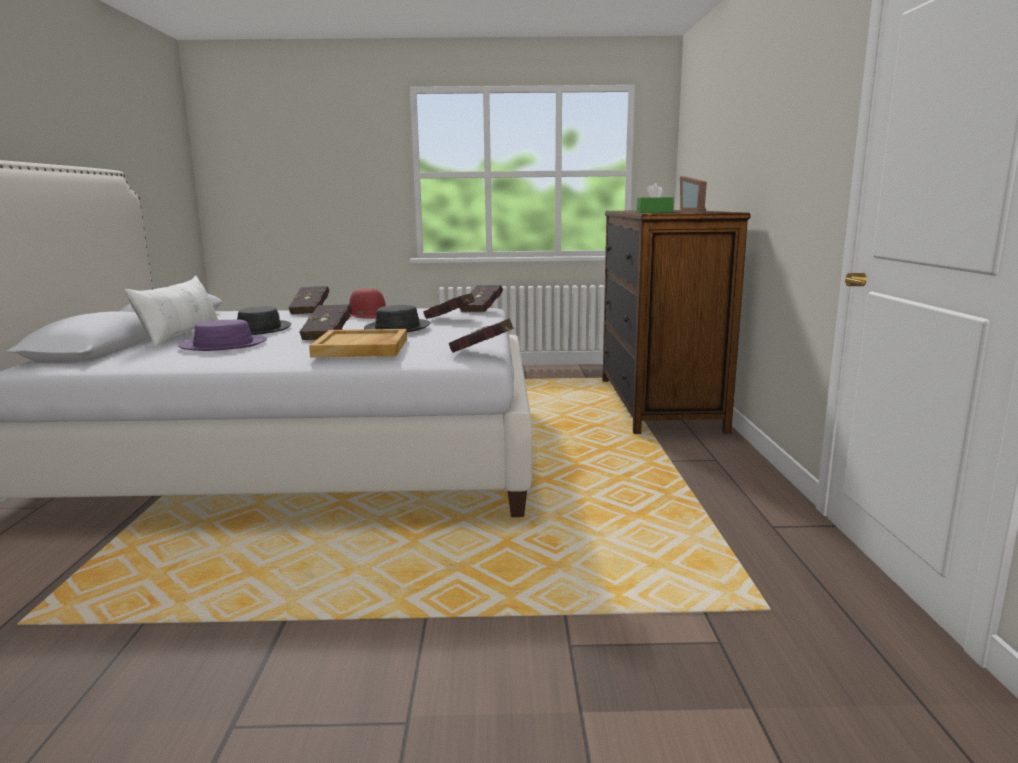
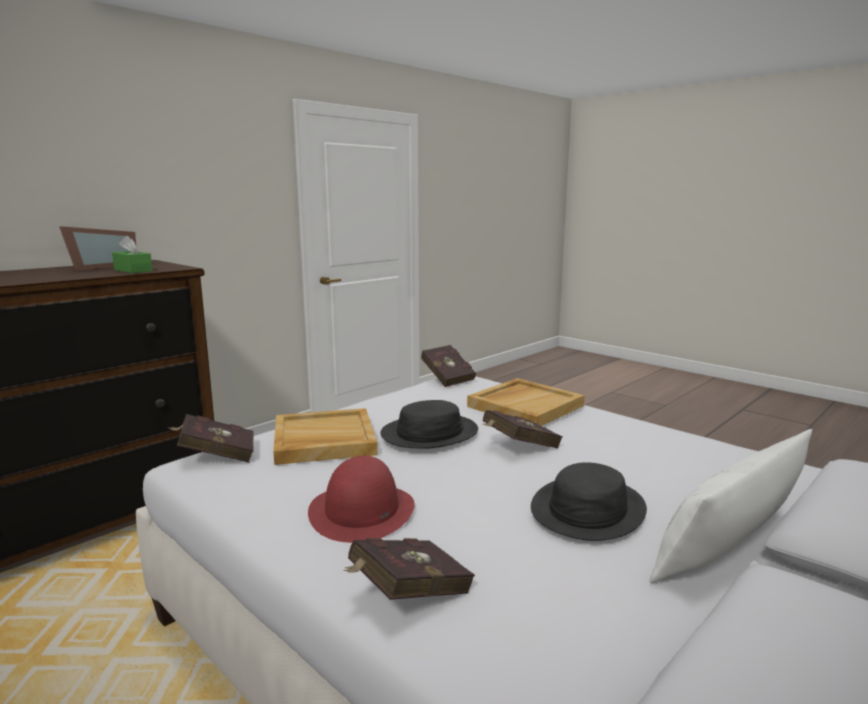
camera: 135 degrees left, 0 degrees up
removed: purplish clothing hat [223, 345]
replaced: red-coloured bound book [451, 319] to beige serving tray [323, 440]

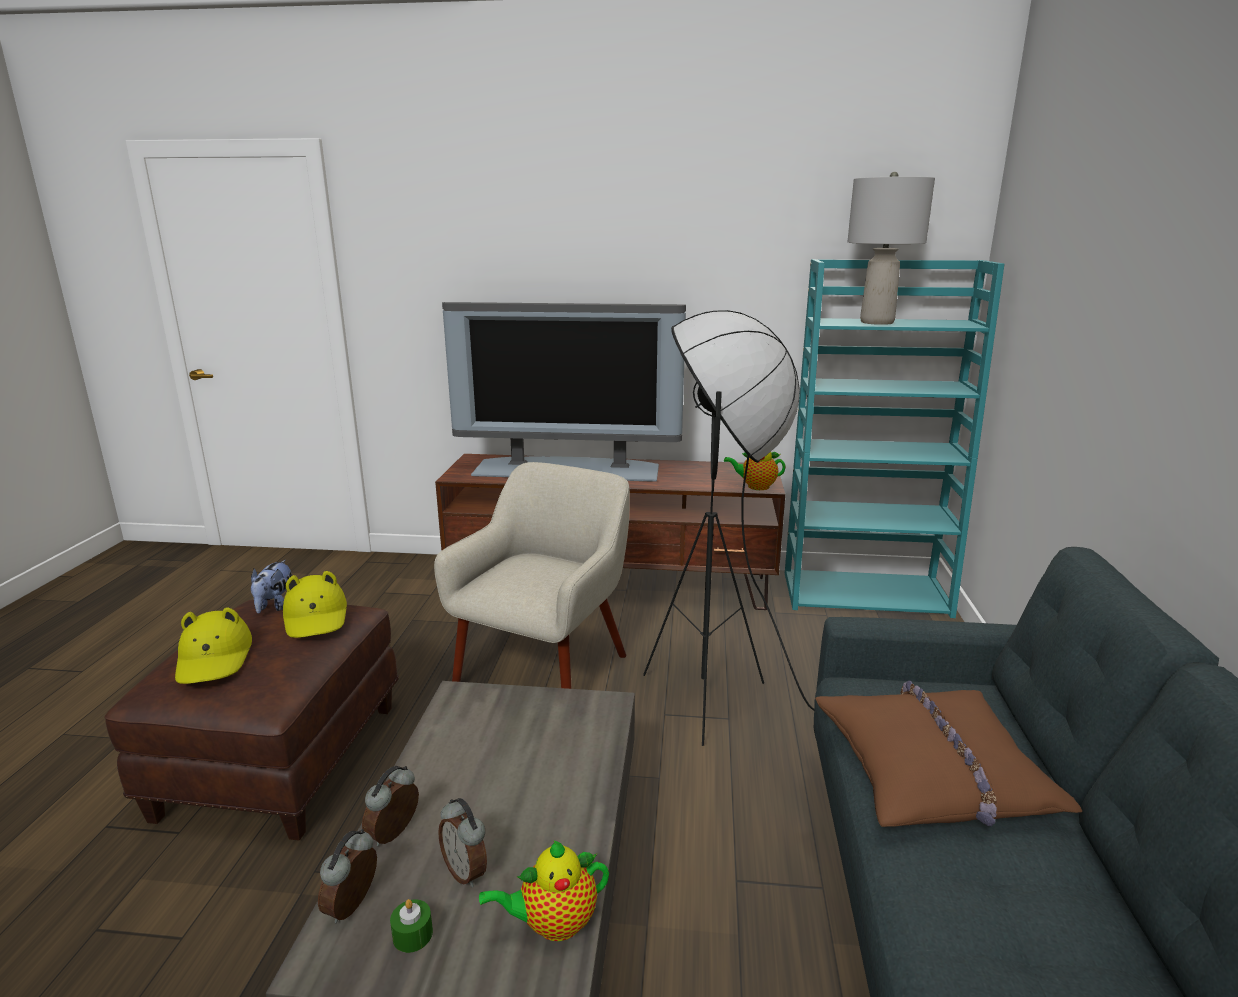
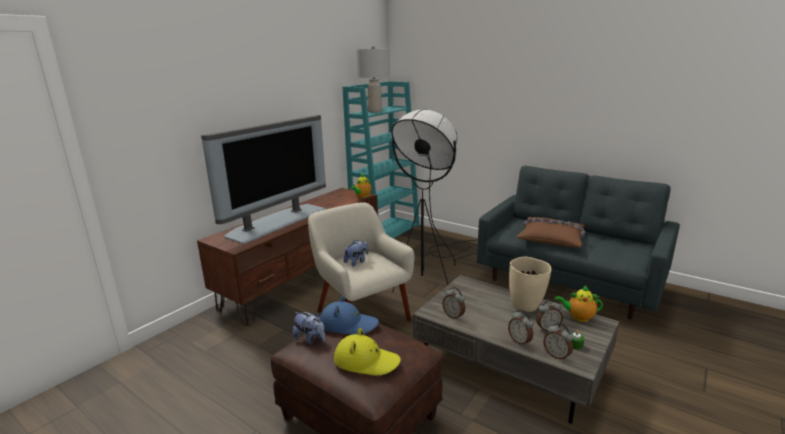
camera: 60 degrees left, 0 degrees up
added: soft toy [356, 262]; table clock [454, 316]; beige vase [526, 306]
recoloured: yellow-coloured clothing hat [316, 617] to blue-coloured clothing hat [348, 324]
turned: tea pot [553, 924] = [578, 317] 90 degrees clockwise

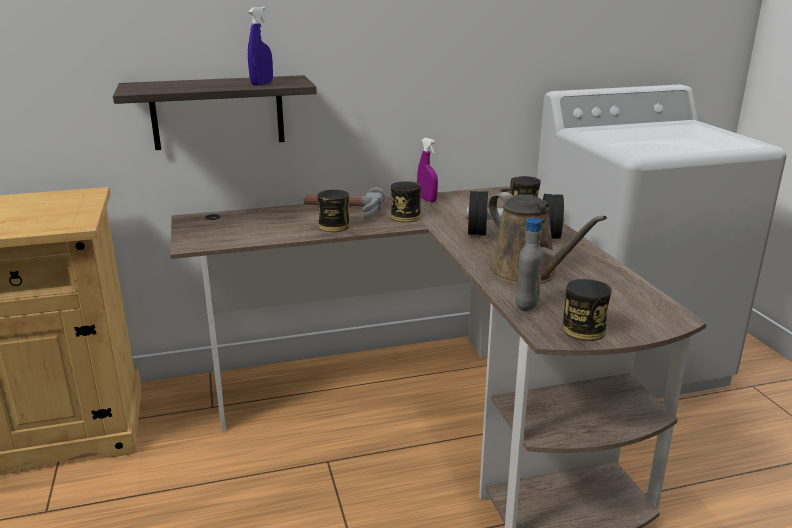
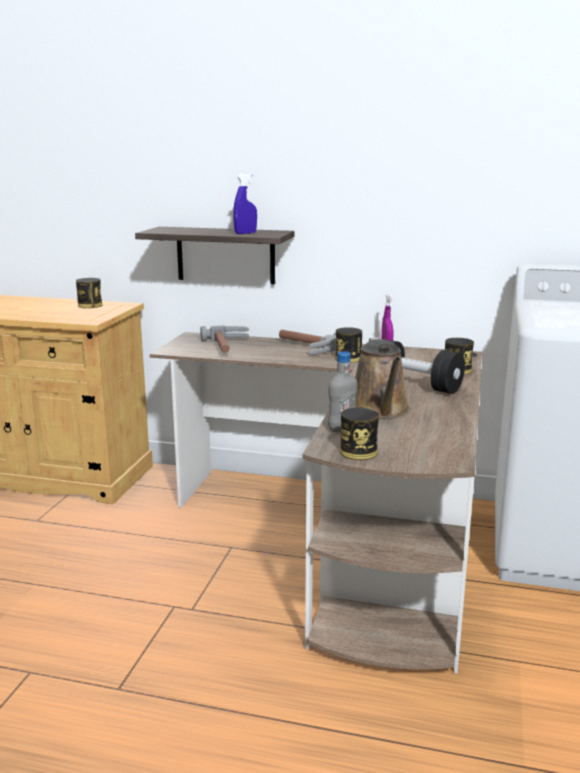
camera: 30 degrees right, 5 degrees down
added: tool hammer [228, 346]
moved: metal can [334, 226] to [90, 305]

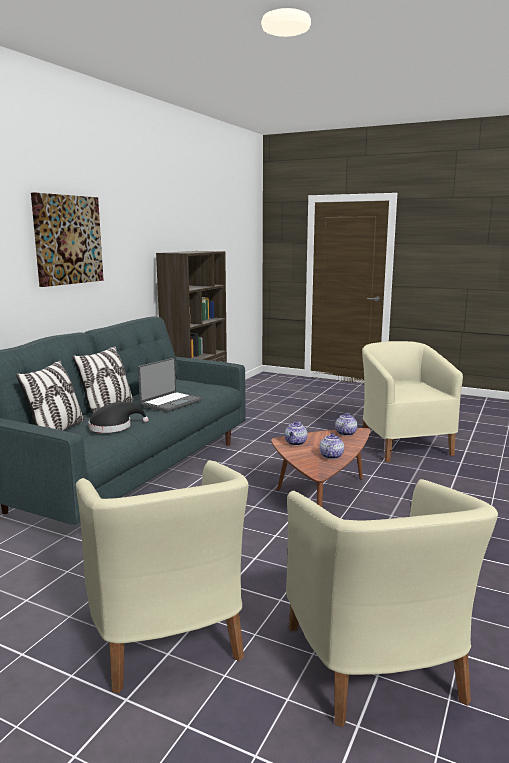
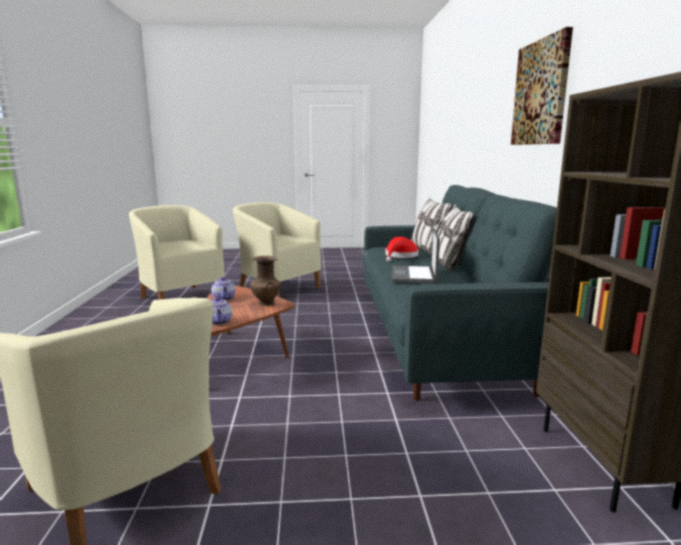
camera: 150 degrees right, 0 degrees up
replaced: tea pot [295, 443] to brown-coloured vase [266, 303]
recoloured: black-coloured clothing hat [114, 427] to red-coloured clothing hat [400, 256]

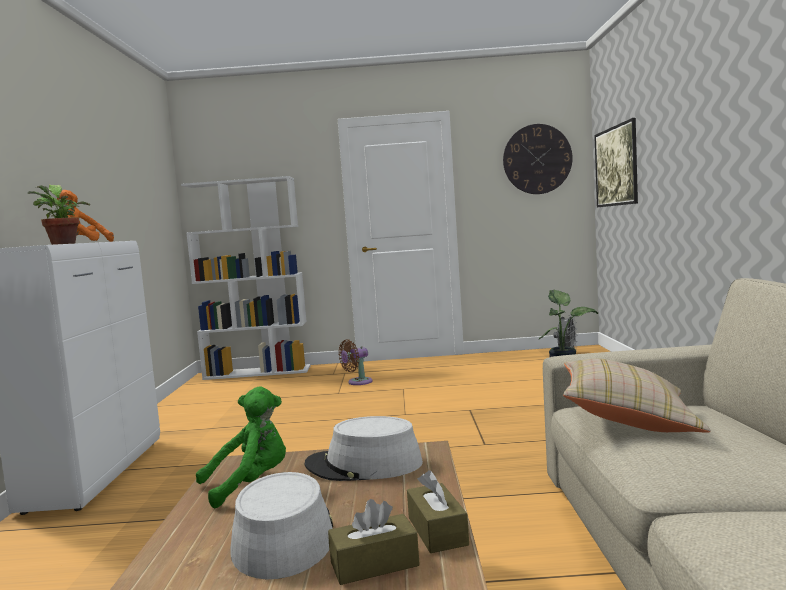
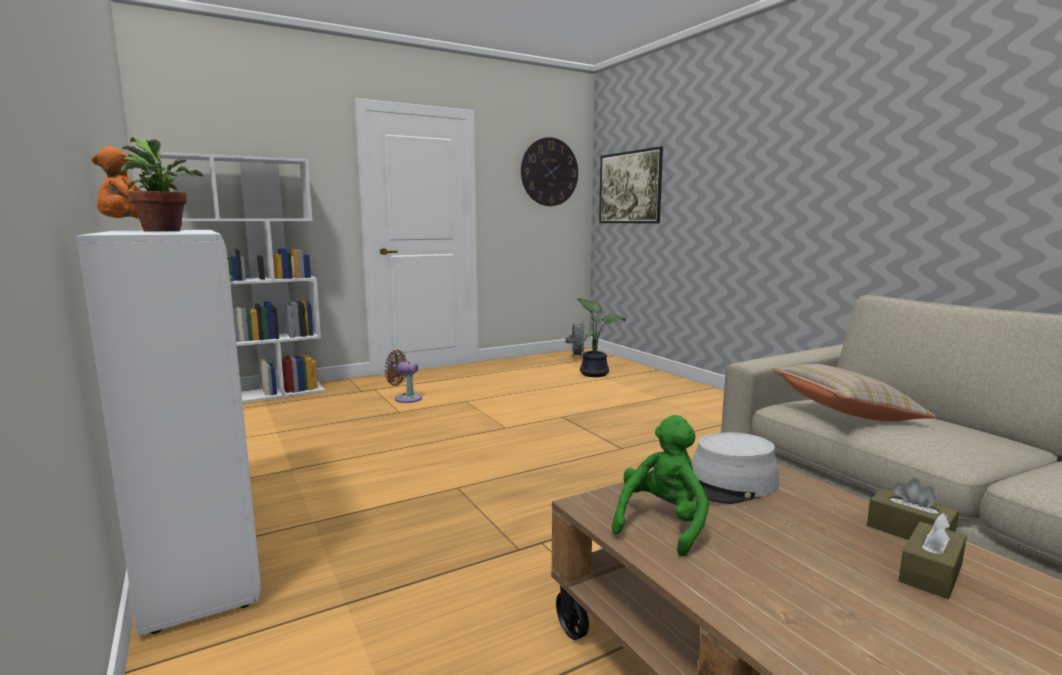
camera: 30 degrees left, 5 degrees up
removed: grey clothing hat [283, 536]
turned: brown-coloured fan [357, 382] = [405, 398] 75 degrees clockwise

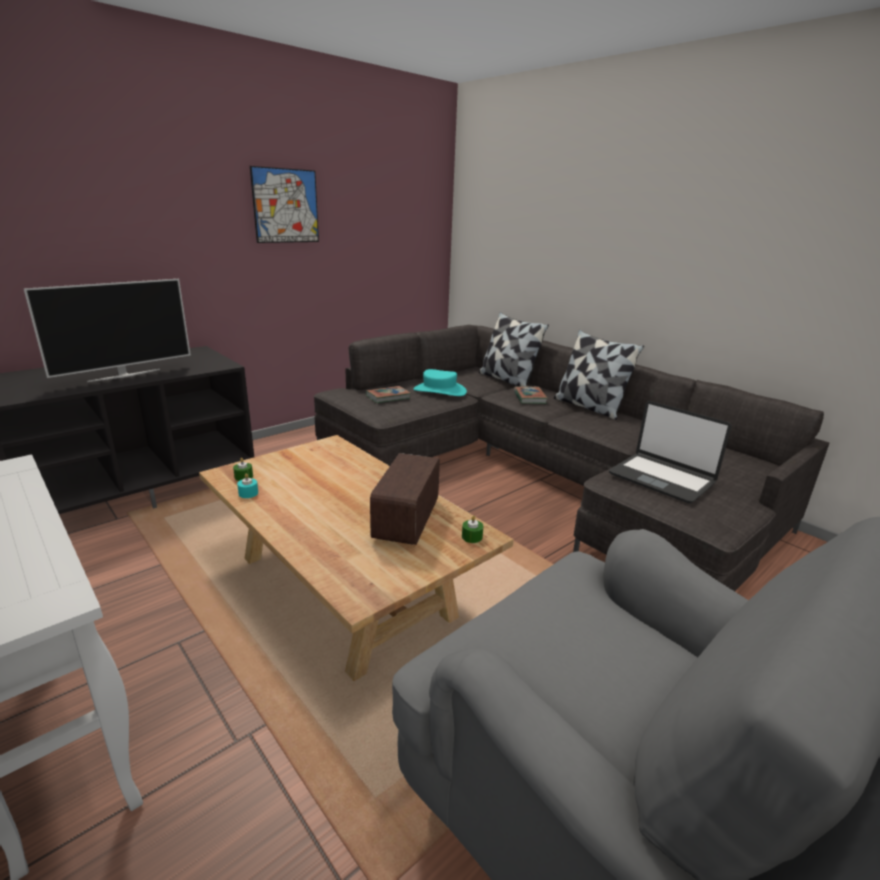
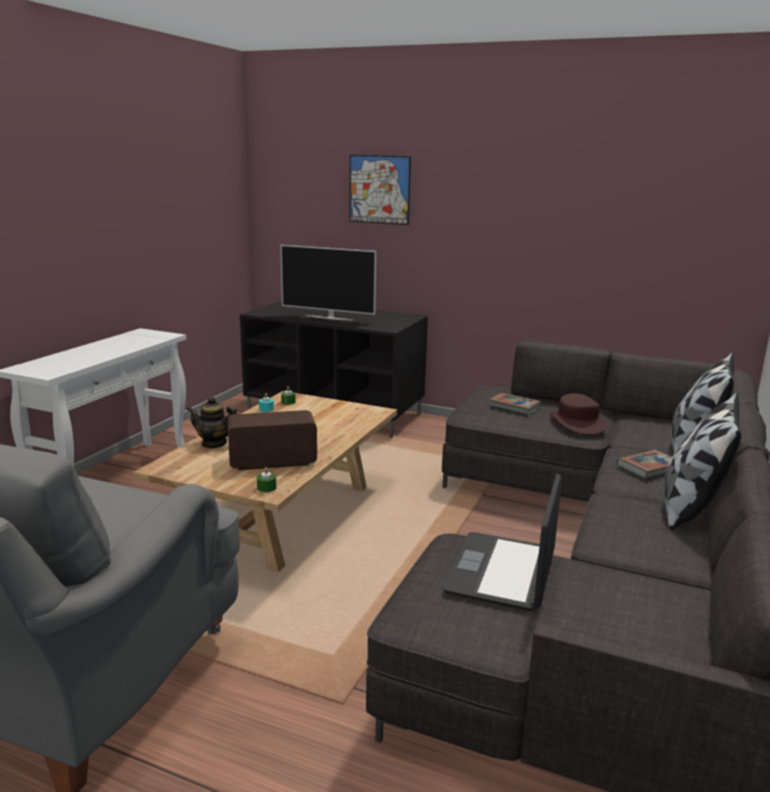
camera: 65 degrees right, 5 degrees down
added: tea pot [214, 443]
moved: wall art [286, 206] to [379, 189]
recoloured: turquoise clothing hat [439, 391] to brown-coloured clothing hat [577, 422]

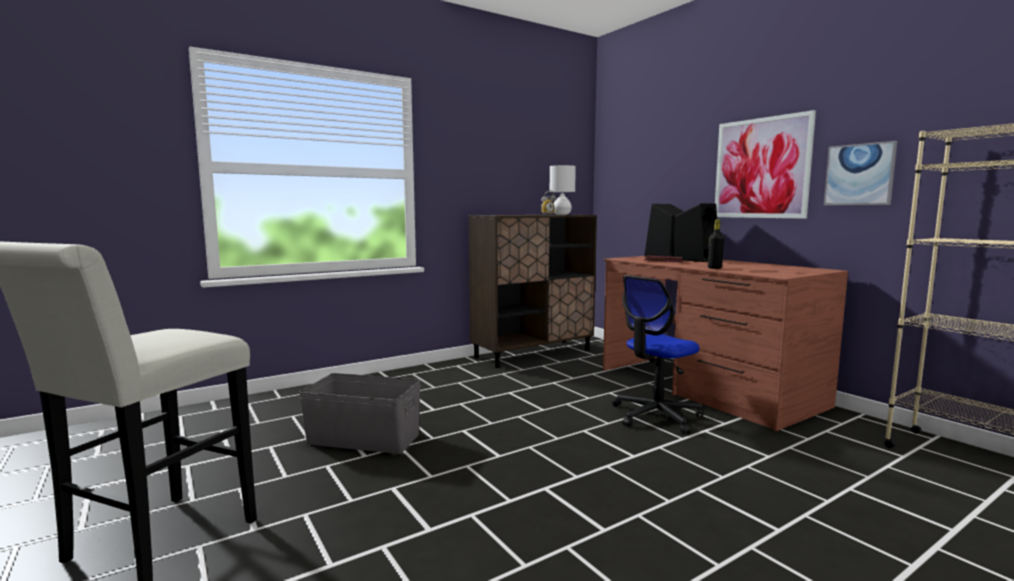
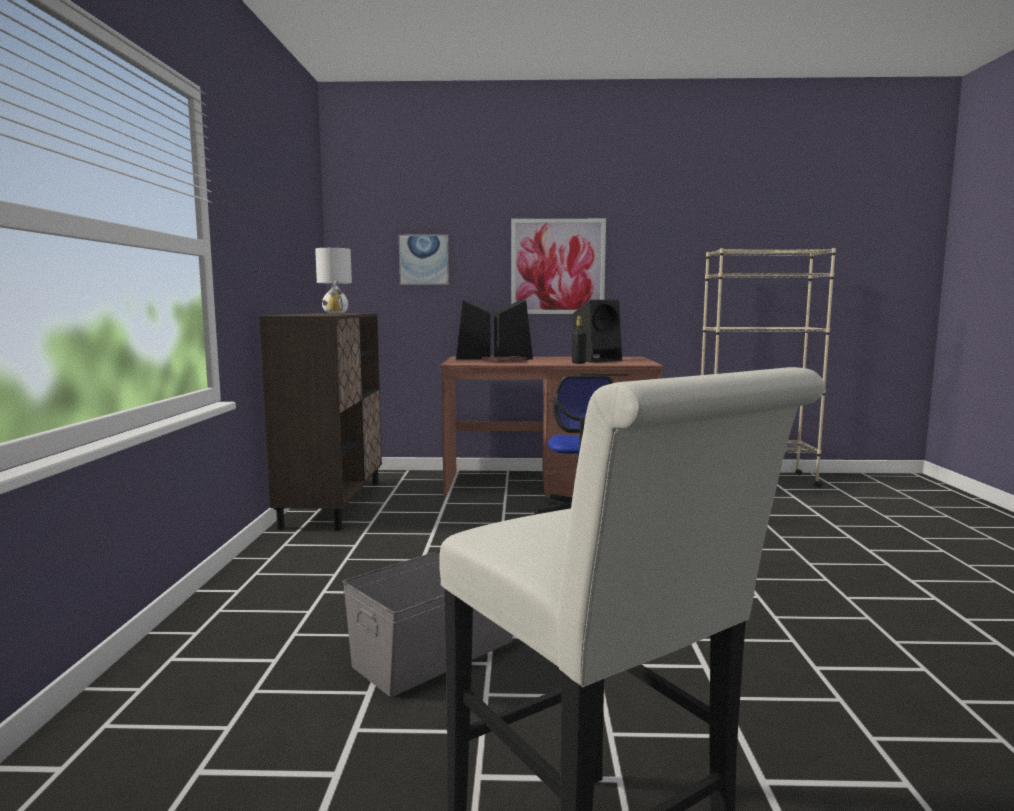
camera: 55 degrees left, 0 degrees up
added: black-coloured speaker [597, 360]
moved: wall art [859, 174] to [424, 260]

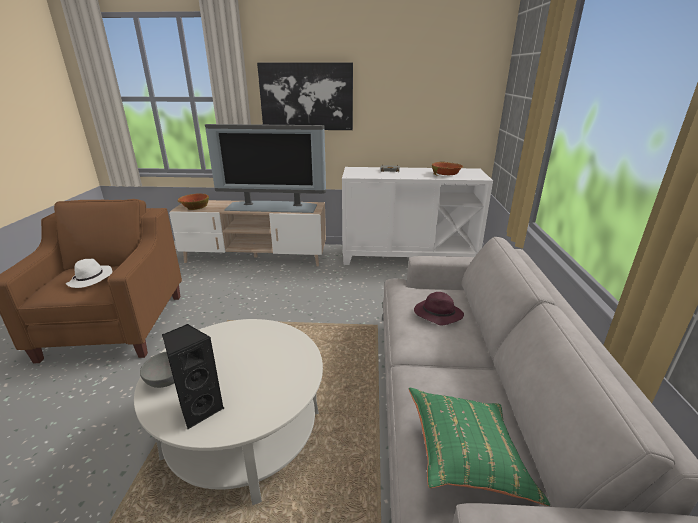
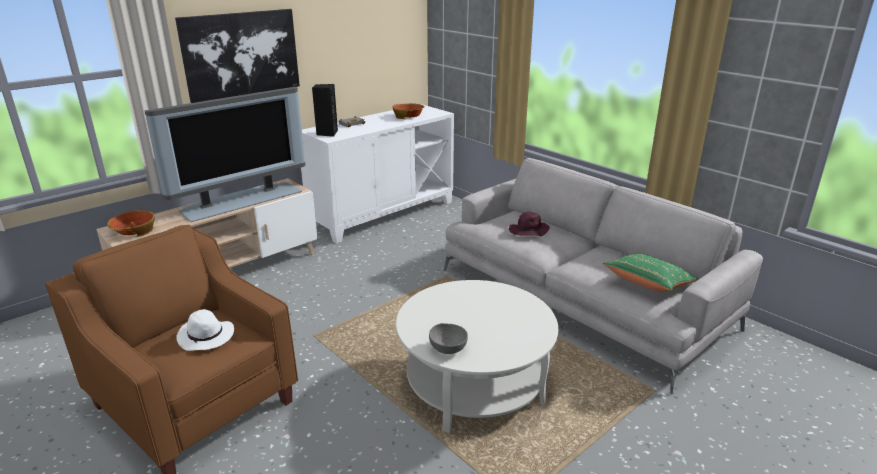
camera: 45 degrees left, 0 degrees up
moved: black-coloured speaker [200, 409] to [327, 133]

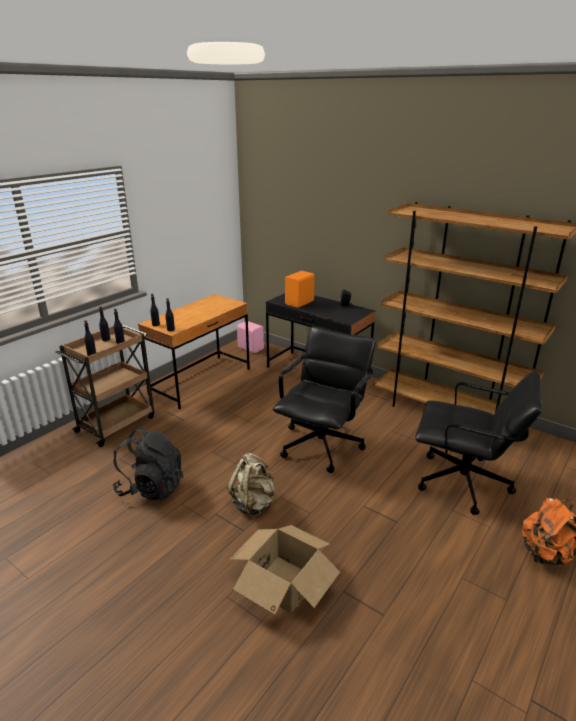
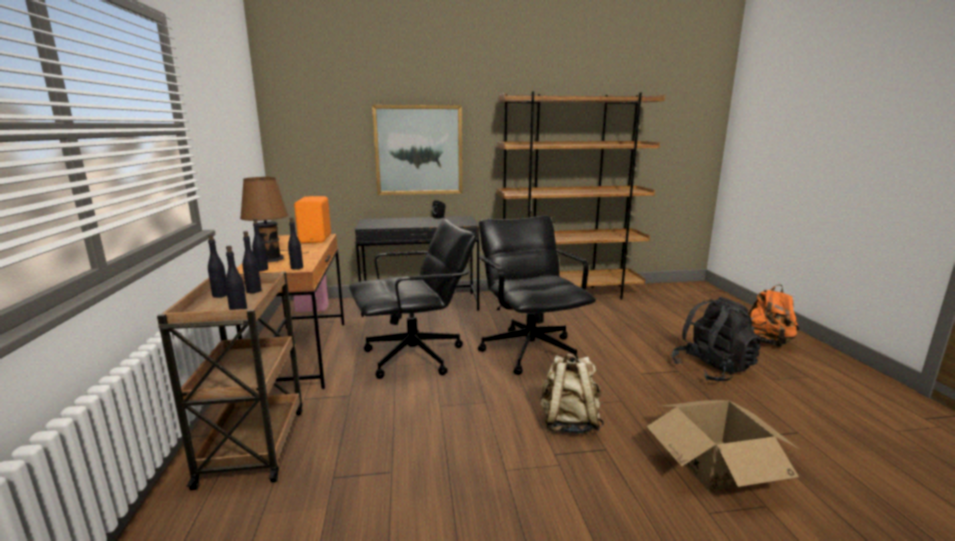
camera: 45 degrees left, 10 degrees down
added: brown-coloured lamp for a table [272, 258]; wall art [418, 150]
moved: black-coloured knapsack [151, 487] to [712, 369]; orangey speaker [300, 303] to [316, 239]; black-coloured computer chair [464, 483] to [415, 357]

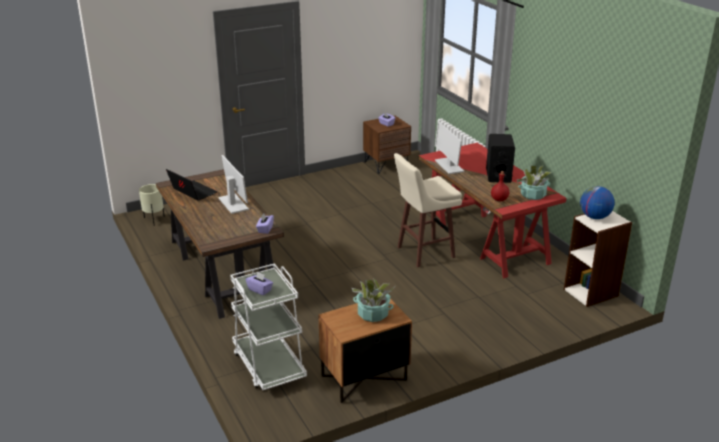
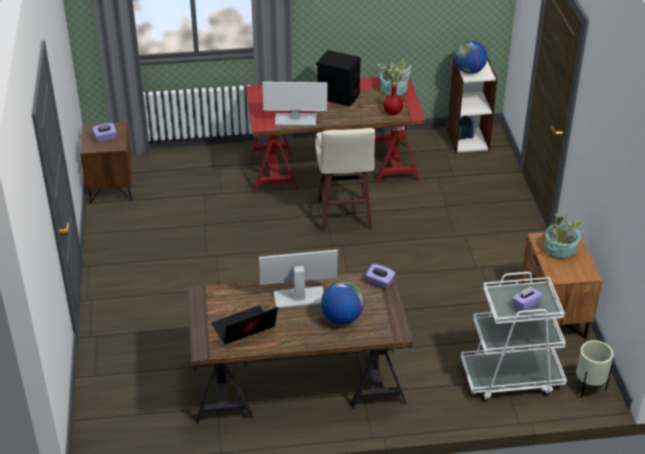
camera: 70 degrees left, 10 degrees up
added: desk globe [342, 318]
moved: beige plant pot [154, 220] to [589, 388]

